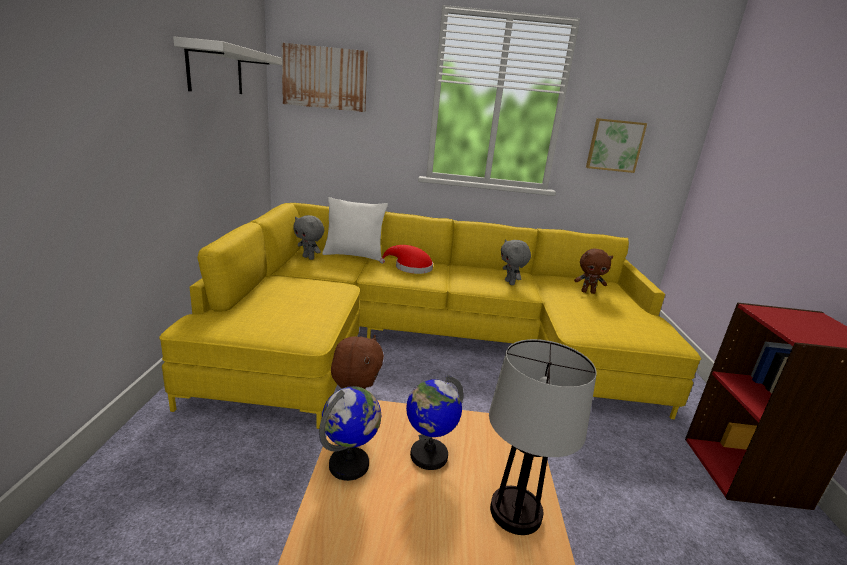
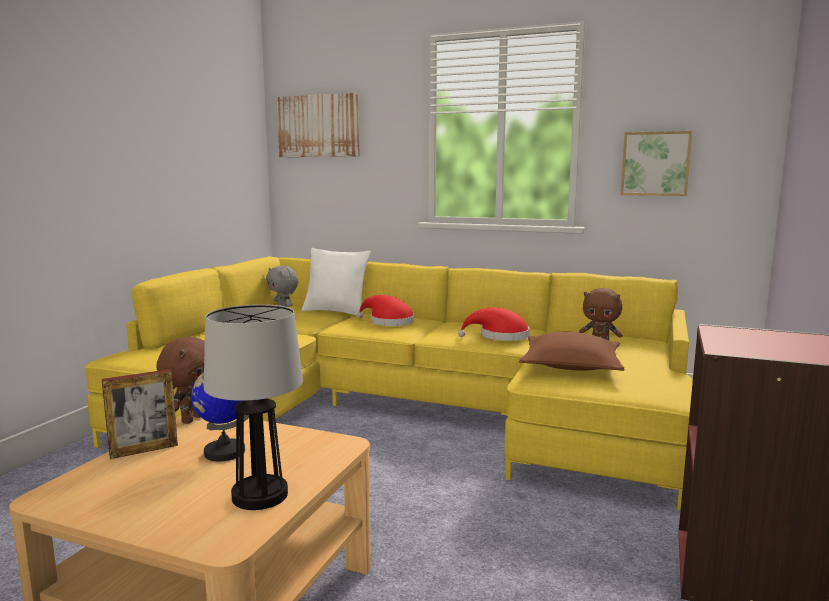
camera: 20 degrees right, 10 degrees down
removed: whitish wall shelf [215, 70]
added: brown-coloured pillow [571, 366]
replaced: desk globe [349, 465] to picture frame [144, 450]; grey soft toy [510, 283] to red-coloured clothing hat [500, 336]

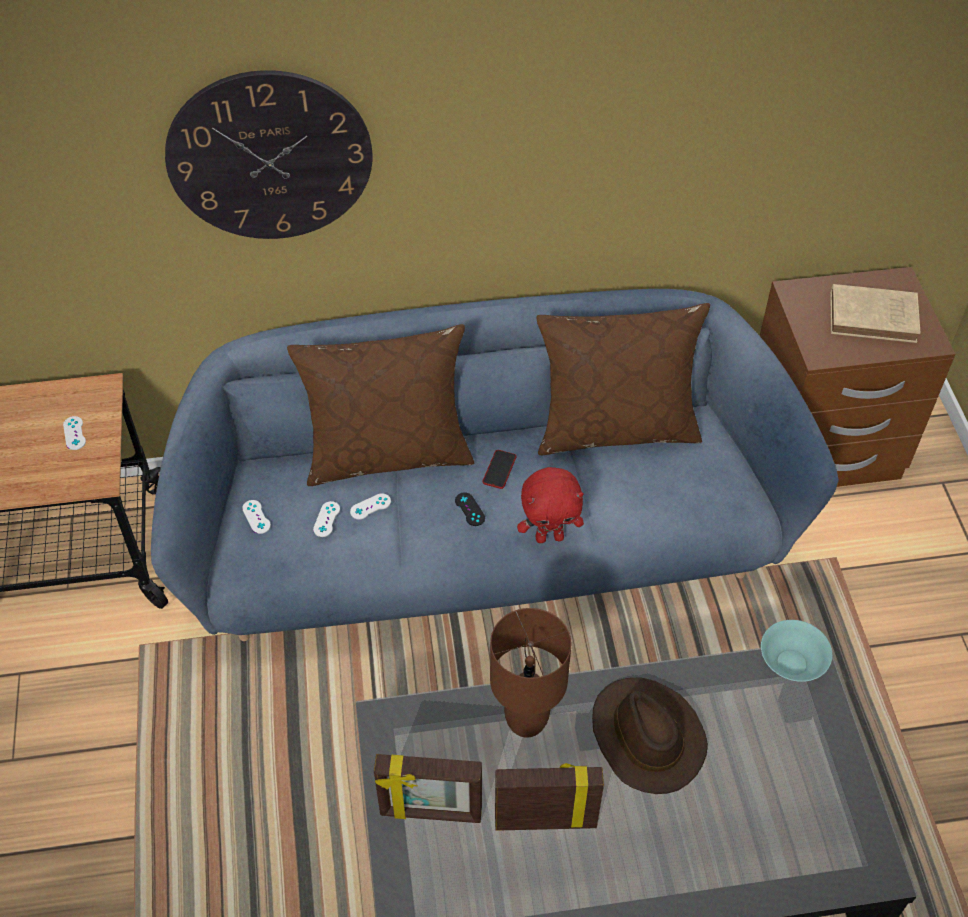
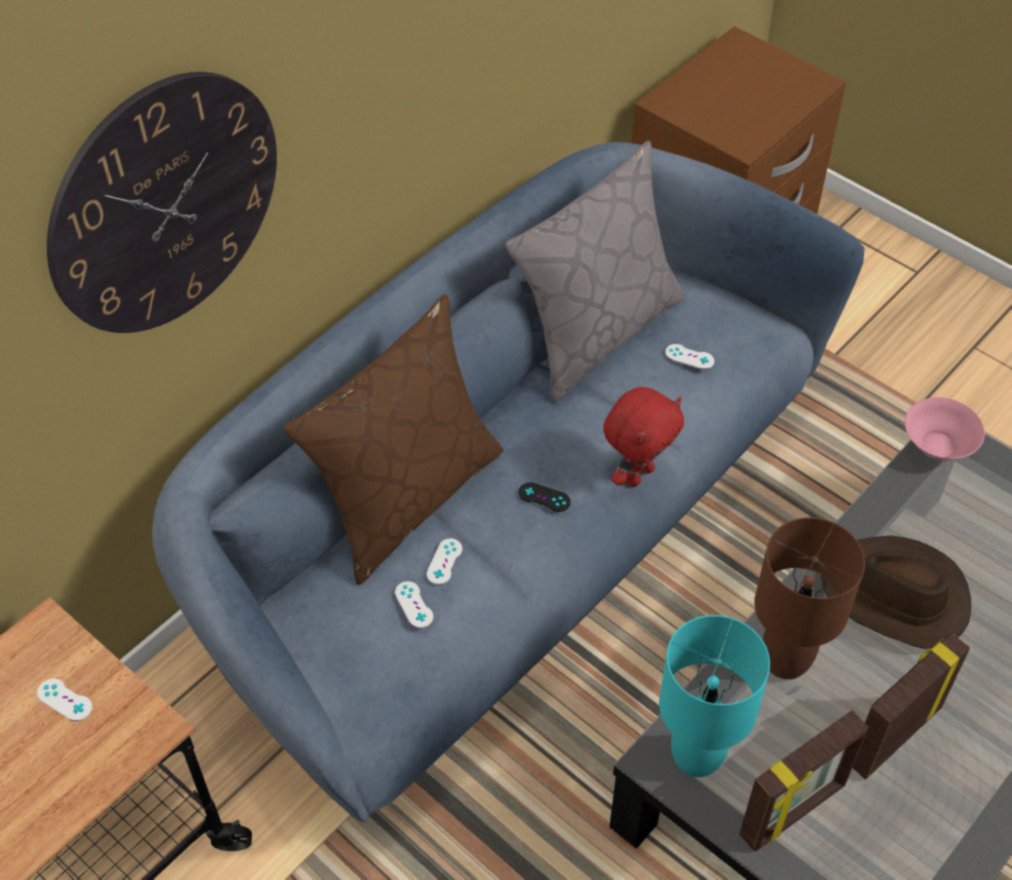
camera: 40 degrees left, 0 degrees up
removed: handset [499, 470]; beige bound book [875, 318]
added: turquoise lamp for a table [697, 756]
moved: whitish gamepad [256, 517] to [689, 357]
recoloured: brown-coloured pillow [616, 428] to grey pillow [597, 332]; turquoise serving bowl [791, 662] to pink serving bowl [937, 445]

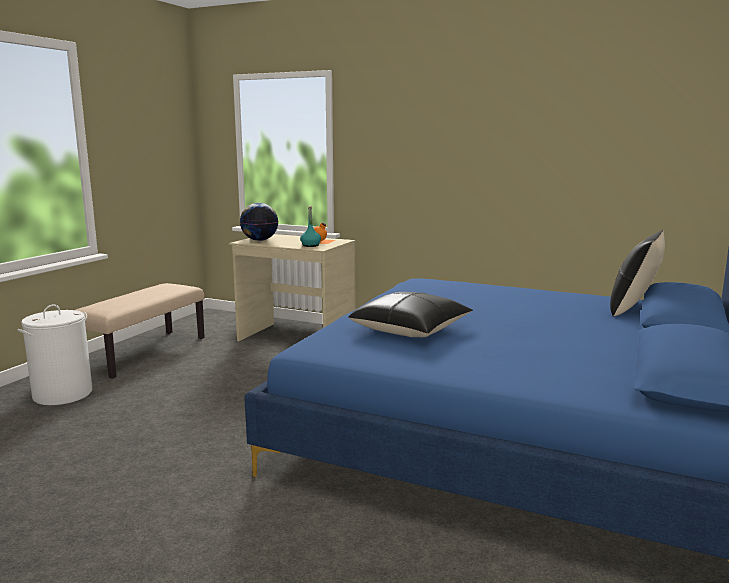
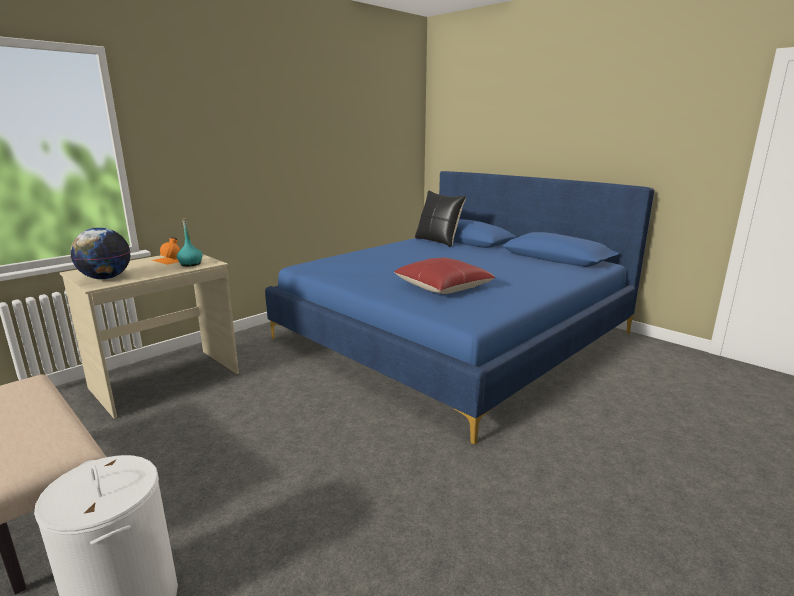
camera: 70 degrees left, 5 degrees up
recoloured: black-coloured pillow [411, 329] to red-coloured pillow [443, 287]

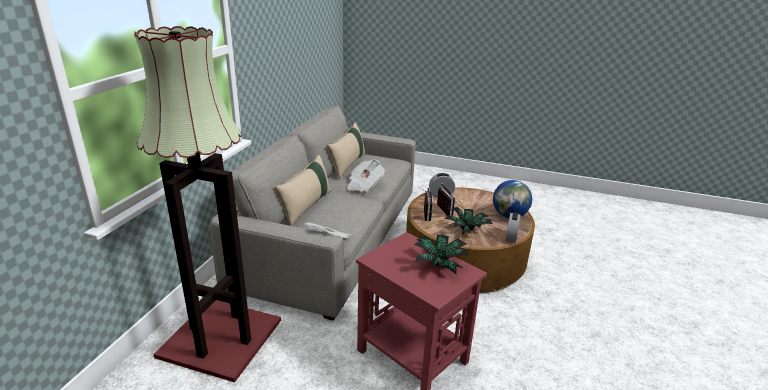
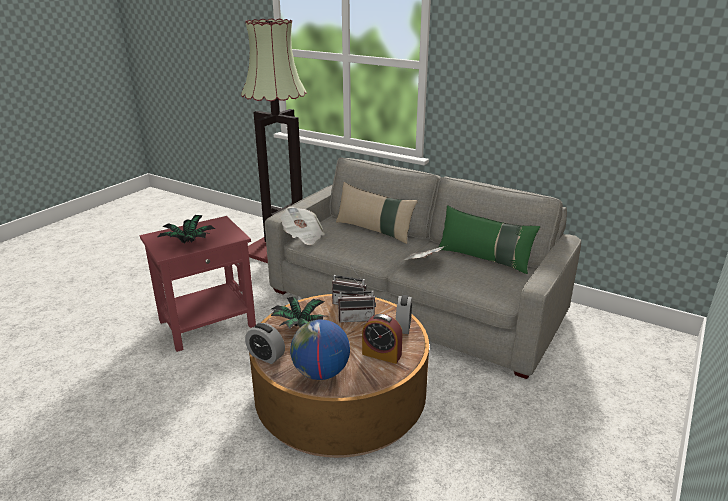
camera: 105 degrees right, 0 degrees up
added: table clock [381, 354]
recoloured: beige pillow [347, 164] to greenish pillow [484, 259]

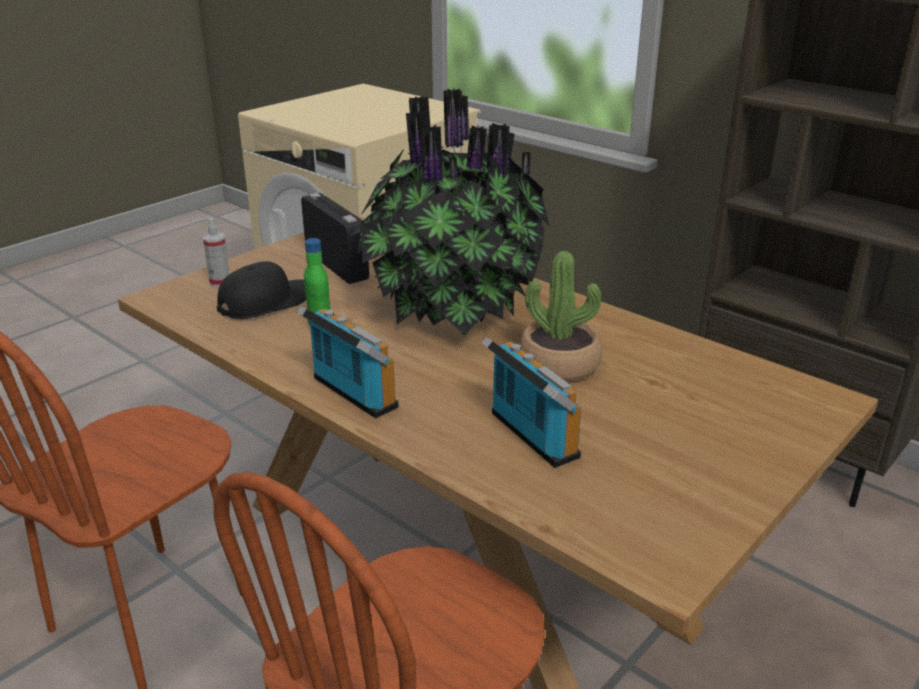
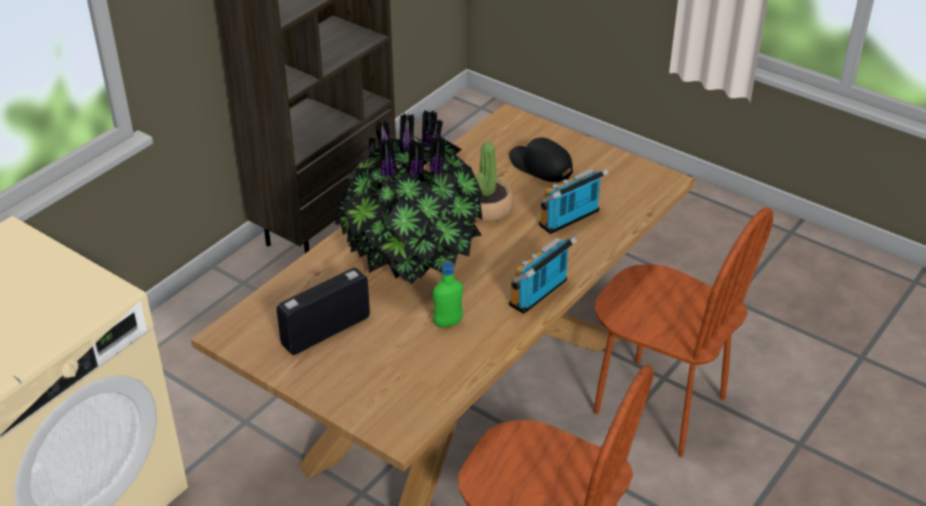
camera: 95 degrees left, 10 degrees up
removed: hand sprayer [220, 282]
moved: black-coloured peaked cap [266, 302] to [540, 166]

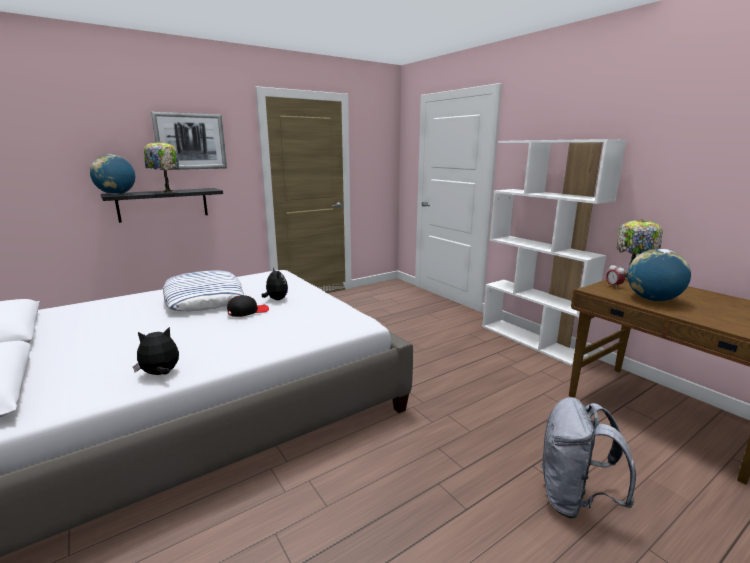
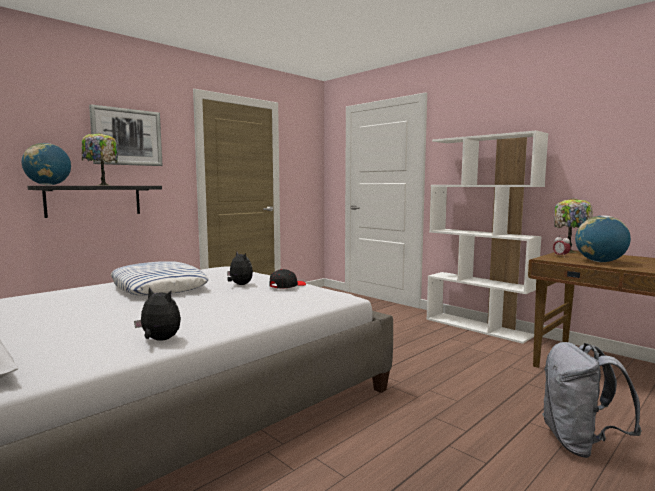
camera: 10 degrees left, 10 degrees down
moved: black-coloured peaked cap [248, 312] to [287, 286]
turned: soft toy [161, 374] = [159, 340] 60 degrees clockwise

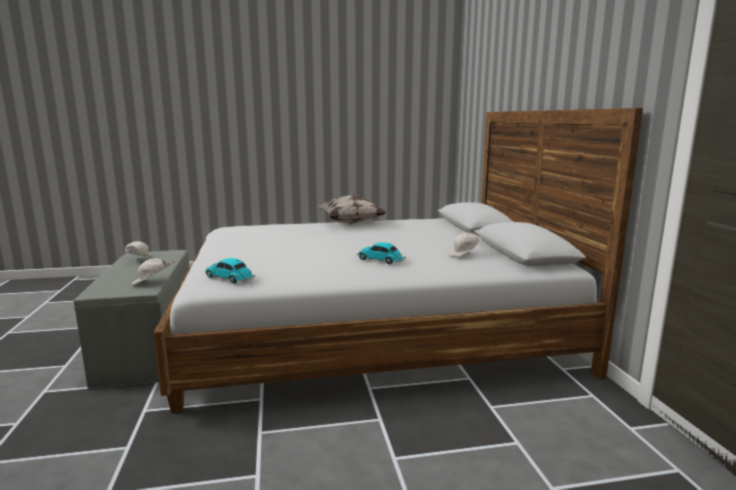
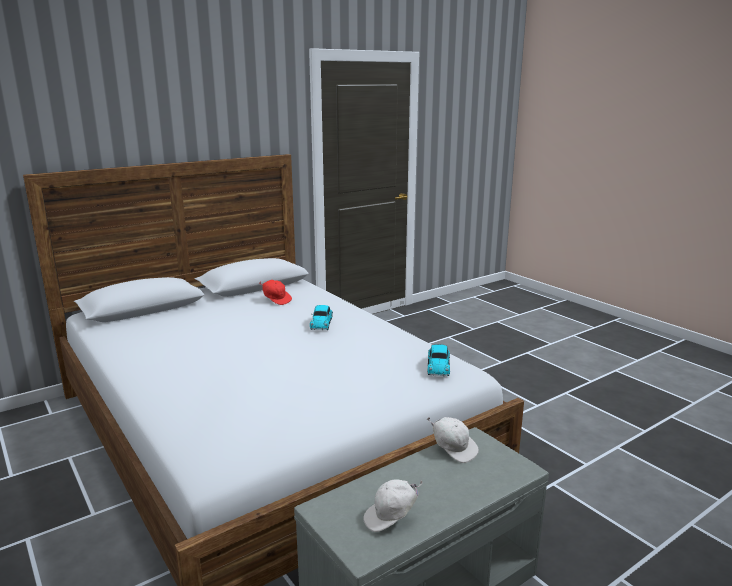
camera: 115 degrees left, 5 degrees up
removed: pillow [351, 222]
recoloured: whitish peaked cap [464, 254] to red-coloured peaked cap [276, 300]

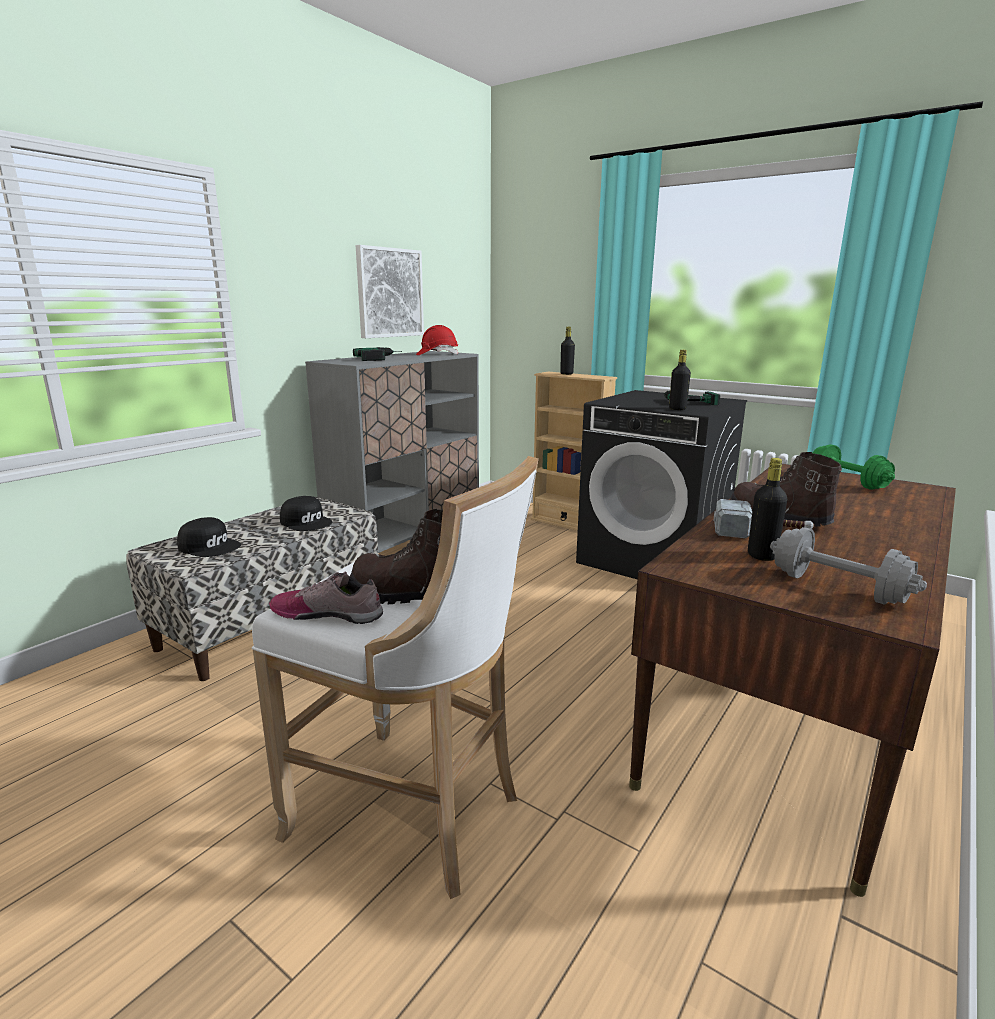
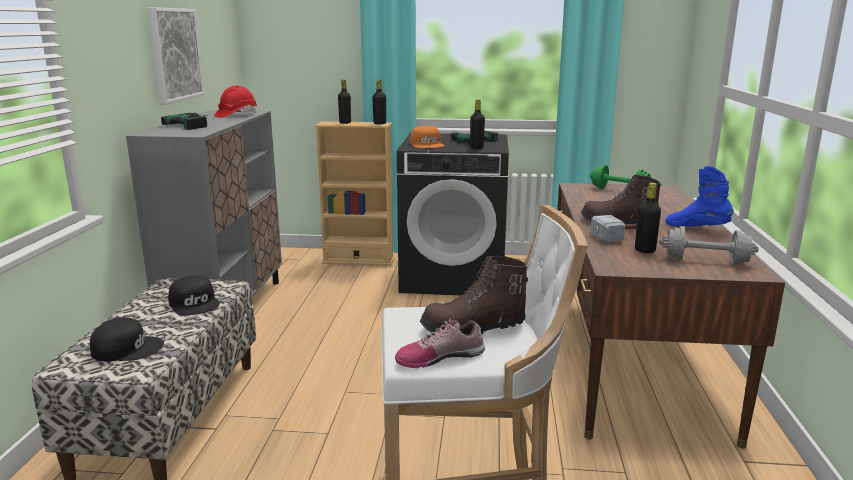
camera: 30 degrees left, 0 degrees up
added: black-coloured bottle [379, 123]; orangey peaked cap [427, 144]; blue-coloured tall boot [697, 228]
turned: black-coloured peaked cap [307, 522] = [195, 303] 45 degrees clockwise

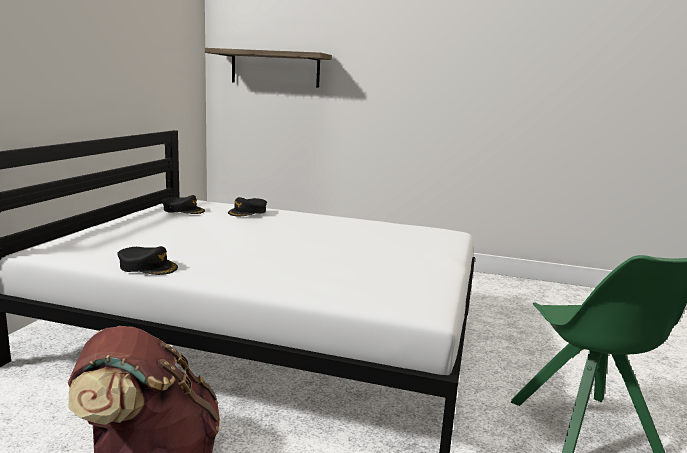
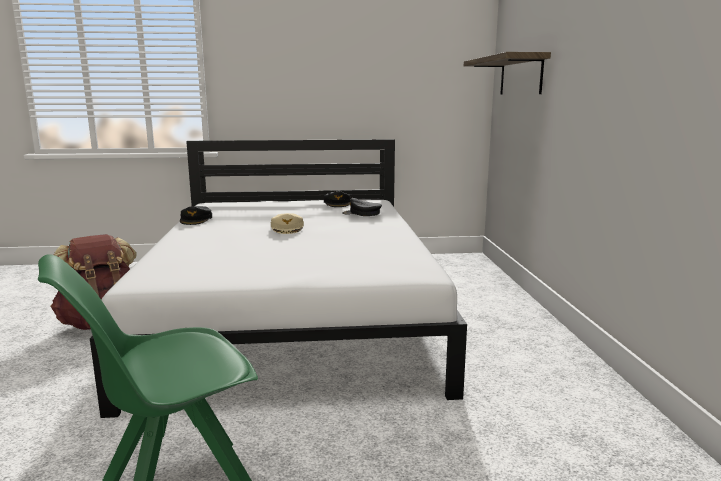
camera: 70 degrees right, 0 degrees up
added: beige peaked cap [287, 228]

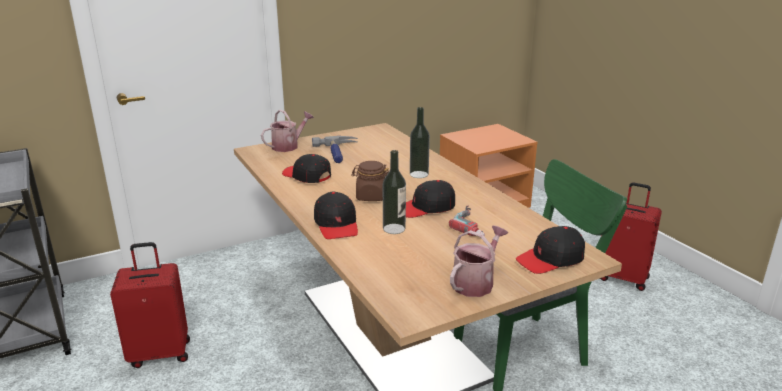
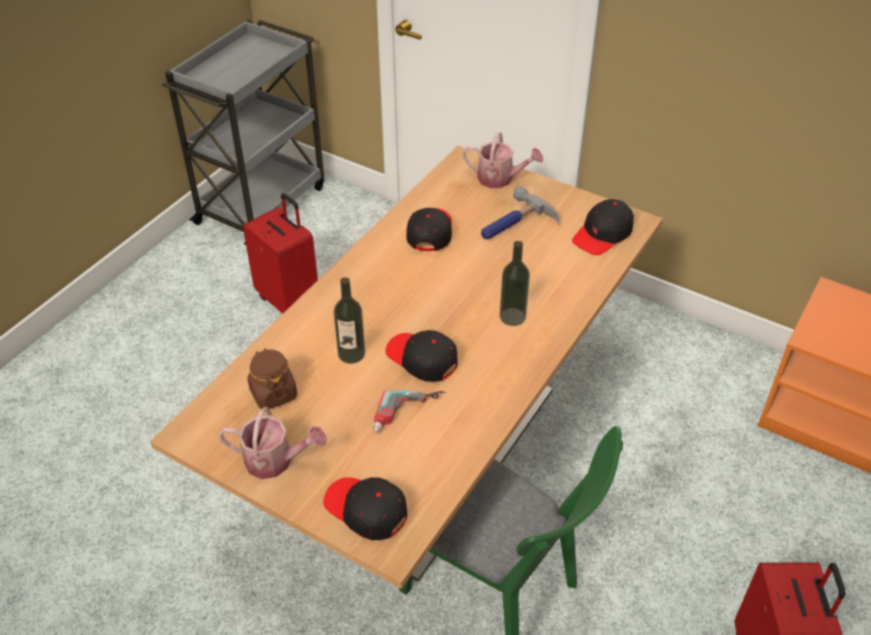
camera: 60 degrees right, 20 degrees up
moved: black-coloured peaked cap [337, 224] to [603, 234]; brown-coloured jar [371, 196] to [273, 393]

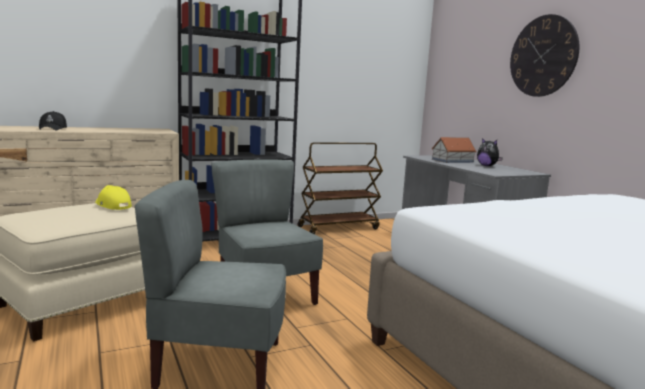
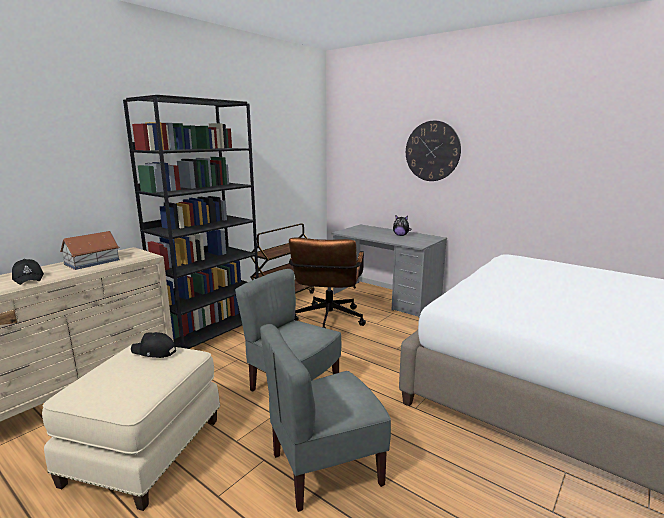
camera: 25 degrees left, 5 degrees up
added: brown-coloured computer chair [328, 322]
moved: miniature house [452, 161] to [91, 262]
recoloured: yellow-coloured peaked cap [112, 205] to black-coloured peaked cap [154, 351]

